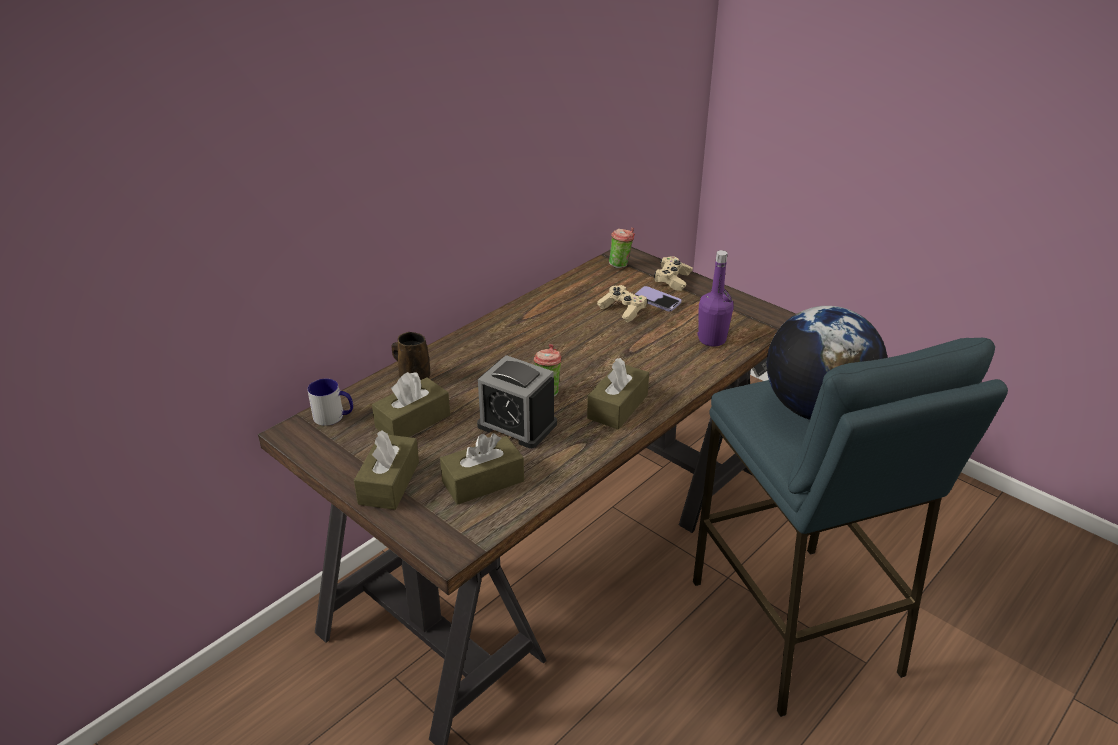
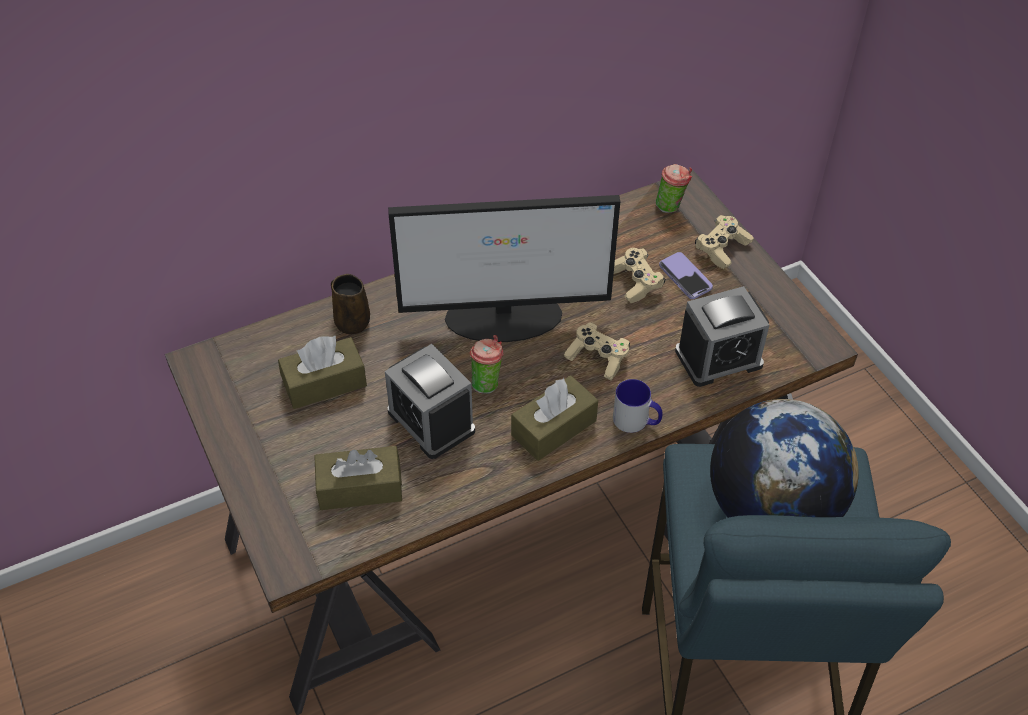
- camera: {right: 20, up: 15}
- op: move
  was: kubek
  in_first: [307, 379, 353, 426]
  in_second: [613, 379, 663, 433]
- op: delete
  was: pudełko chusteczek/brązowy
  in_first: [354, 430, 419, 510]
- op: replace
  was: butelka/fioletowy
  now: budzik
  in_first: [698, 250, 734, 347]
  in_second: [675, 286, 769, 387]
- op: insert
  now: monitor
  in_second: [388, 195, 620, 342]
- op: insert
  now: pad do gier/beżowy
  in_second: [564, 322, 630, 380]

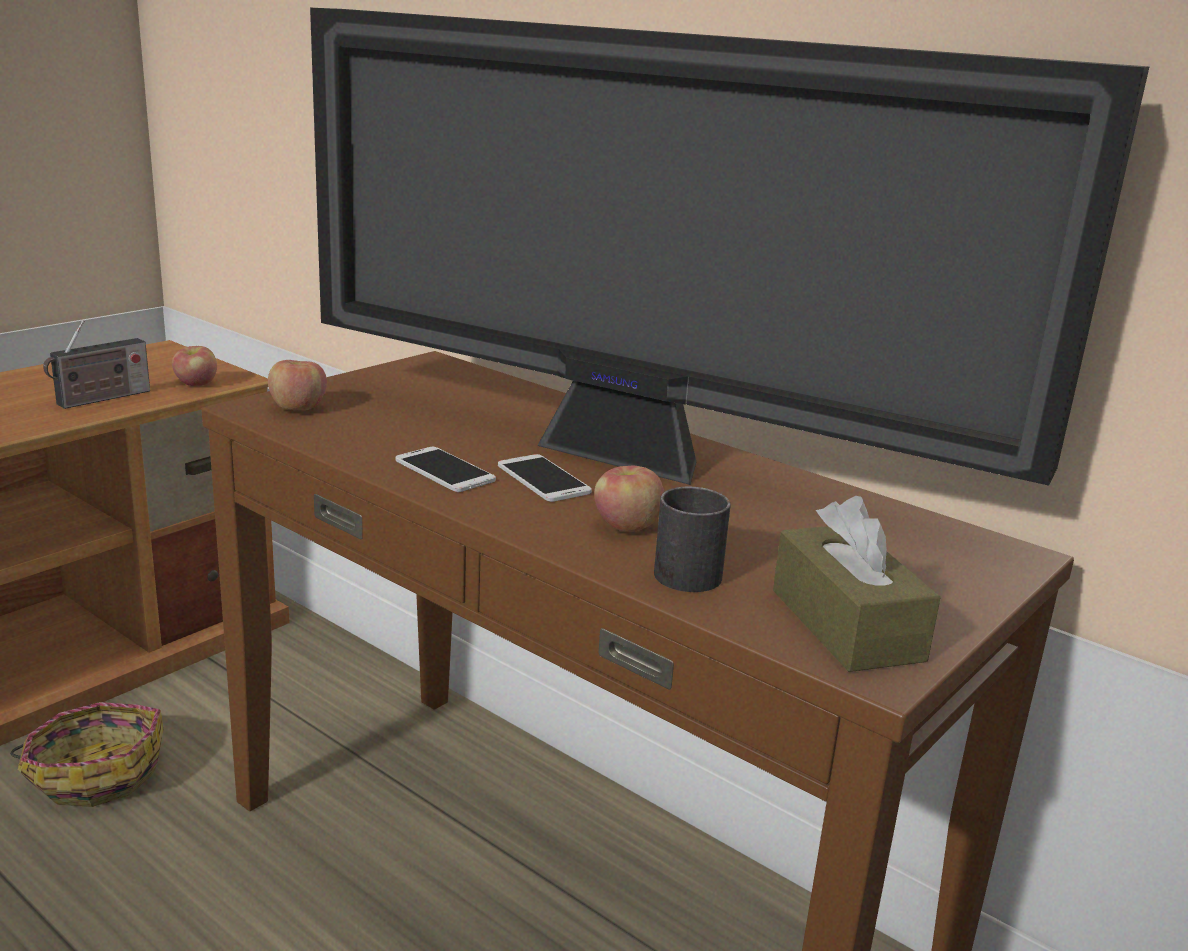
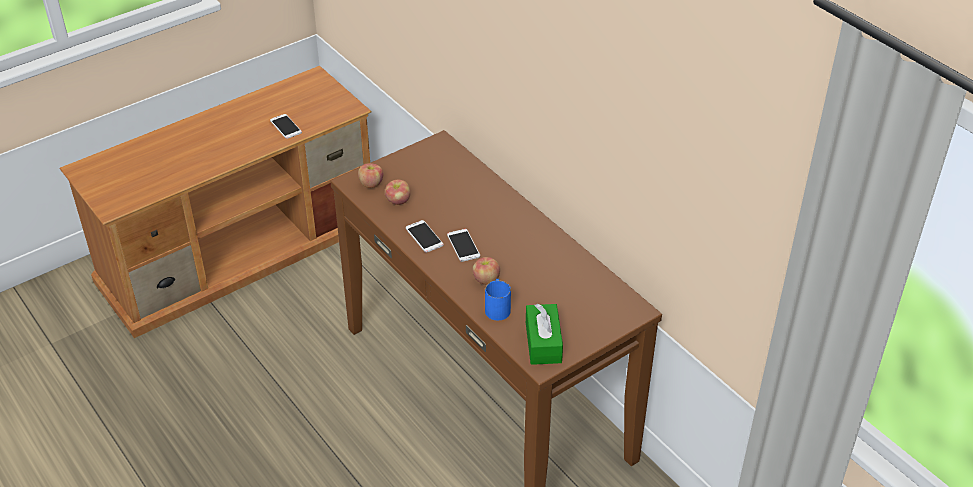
- camera: {right: 15, up: 20}
- op: delete
  was: koszyk
  in_first: [10, 702, 163, 807]
- op: replace
  was: radio
  now: telefon
  in_first: [43, 320, 150, 409]
  in_second: [270, 114, 302, 139]
- op: move
  was: jabłko
  in_first: [172, 346, 217, 386]
  in_second: [385, 180, 411, 205]
- op: delete
  was: telewizor
  in_first: [310, 8, 1150, 486]
- op: recolor
  was: kubek/czarny
  now: kubek/niebieski
  in_first: [654, 486, 731, 592]
  in_second: [485, 279, 511, 320]
- op: recolor
  was: pudełko chusteczek/brązowy
  now: pudełko chusteczek/zielony
  in_first: [773, 496, 941, 672]
  in_second: [526, 304, 563, 365]

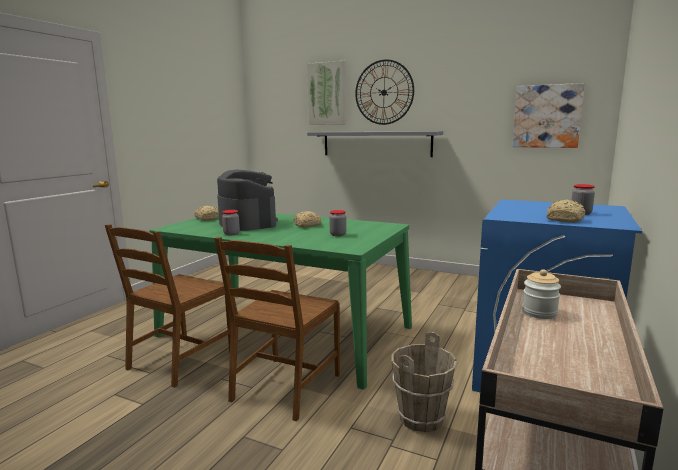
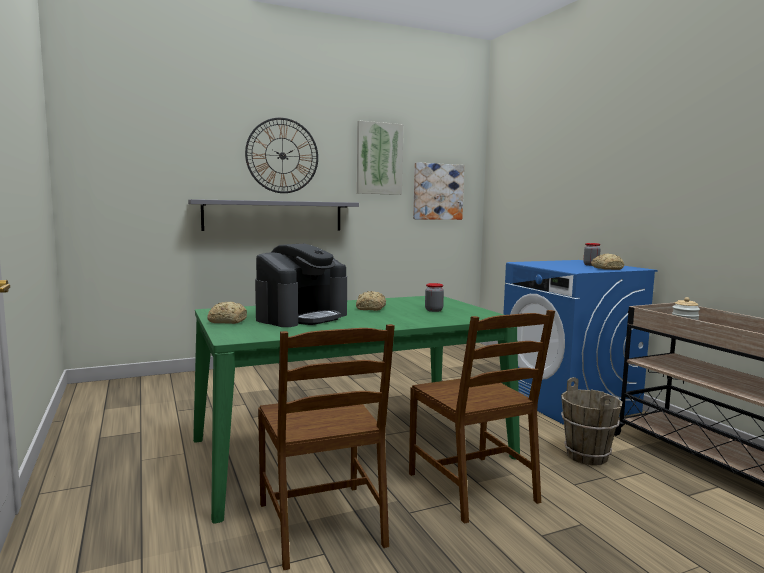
- camera: {right: -50, up: -5}
- op: rotate
  was: ekspres do kawy
  in_first: [217, 169, 278, 231]
  in_second: [255, 244, 347, 327]
  clockwise: 120
- op: delete
  was: słoik
  in_first: [222, 210, 240, 235]
- op: move
  was: obraz
  in_first: [307, 61, 346, 125]
  in_second: [357, 121, 403, 195]

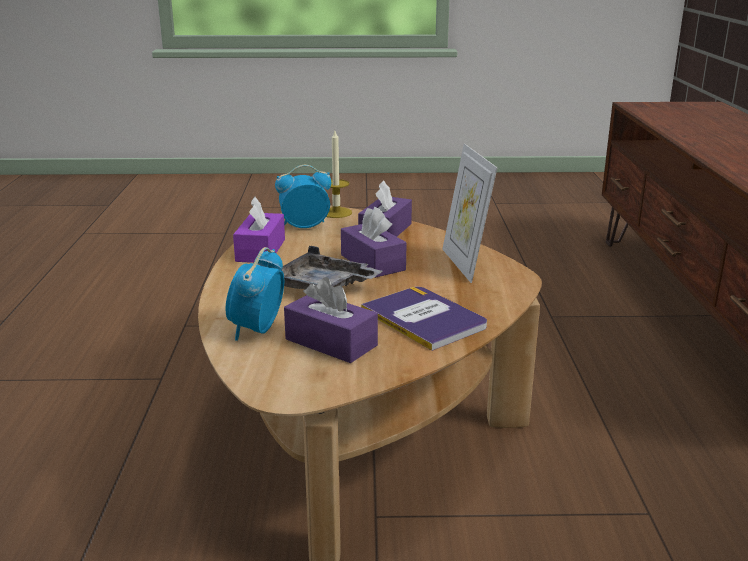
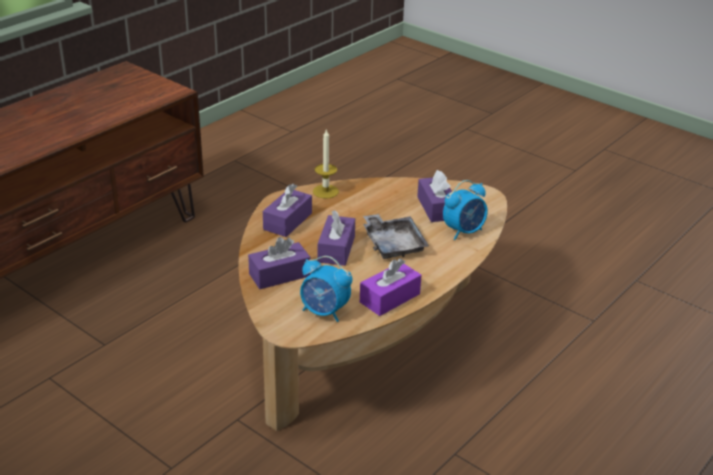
- camera: {right: -140, up: 10}
- op: move
  was: świeca
  in_first: [326, 131, 352, 218]
  in_second: [313, 128, 339, 199]
- op: delete
  was: książka
  in_first: [361, 287, 487, 351]
- op: replace
  was: ramka na zdjęcie
  now: pudełko chusteczek/fioletowy
  in_first: [442, 144, 497, 283]
  in_second: [263, 184, 312, 237]

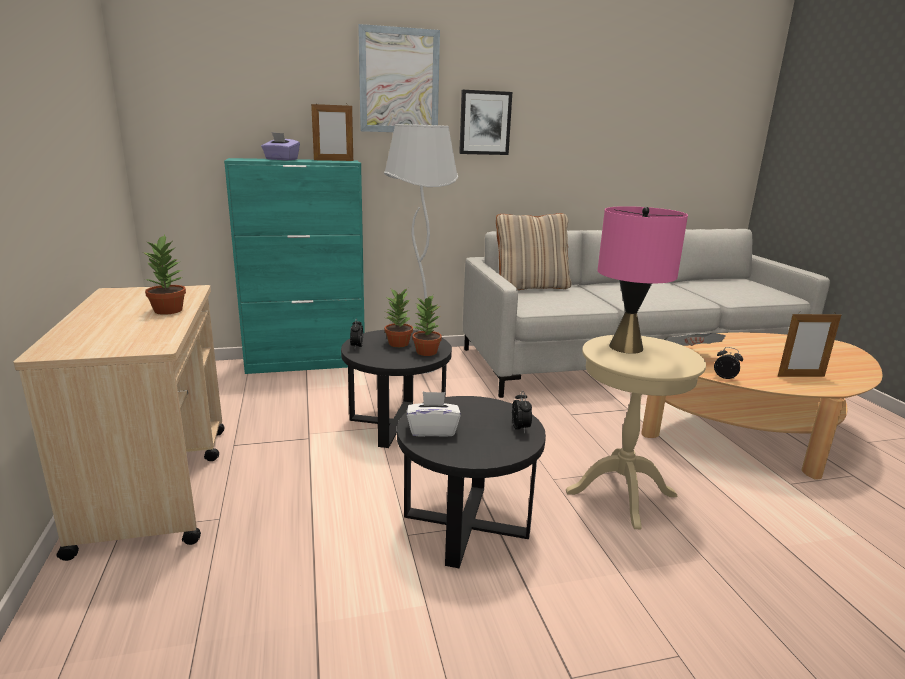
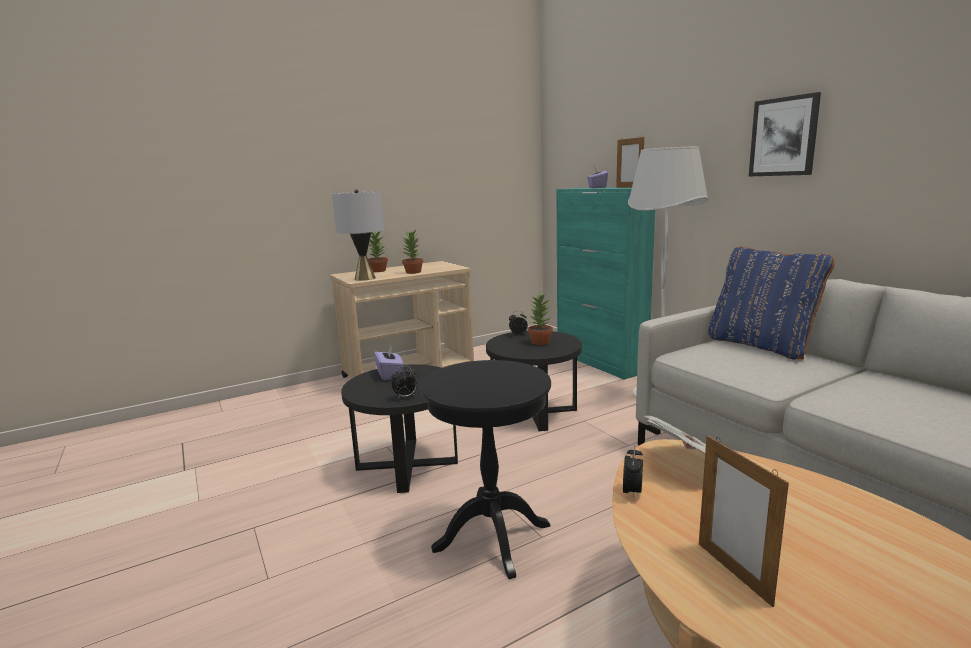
- camera: {right: 75, up: -5}
- op: delete
  was: obraz
  in_first: [358, 24, 440, 132]
- op: recolor
  was: pudełko chusteczek/biały
  now: pudełko chusteczek/fioletowy
  in_first: [407, 392, 461, 437]
  in_second: [374, 344, 403, 380]
- op: move
  was: roślina doniczkowa
  in_first: [412, 295, 442, 356]
  in_second: [368, 231, 388, 272]
- op: recolor
  was: poduszka/beżowy
  now: poduszka/niebieski
  in_first: [496, 213, 571, 290]
  in_second: [708, 246, 835, 360]
- op: recolor
  was: stolik/beżowy
  now: stolik/czarny
  in_first: [566, 335, 706, 529]
  in_second: [420, 360, 551, 579]
- op: delete
  was: lampa stołowa/różowy
  in_first: [598, 206, 688, 354]
- op: insert
  now: lampa stołowa/szary
  in_second: [332, 189, 384, 281]

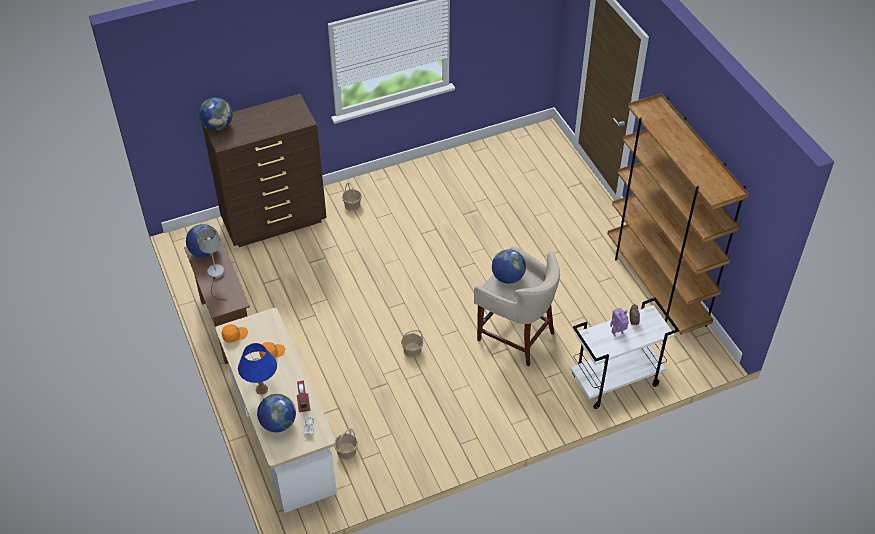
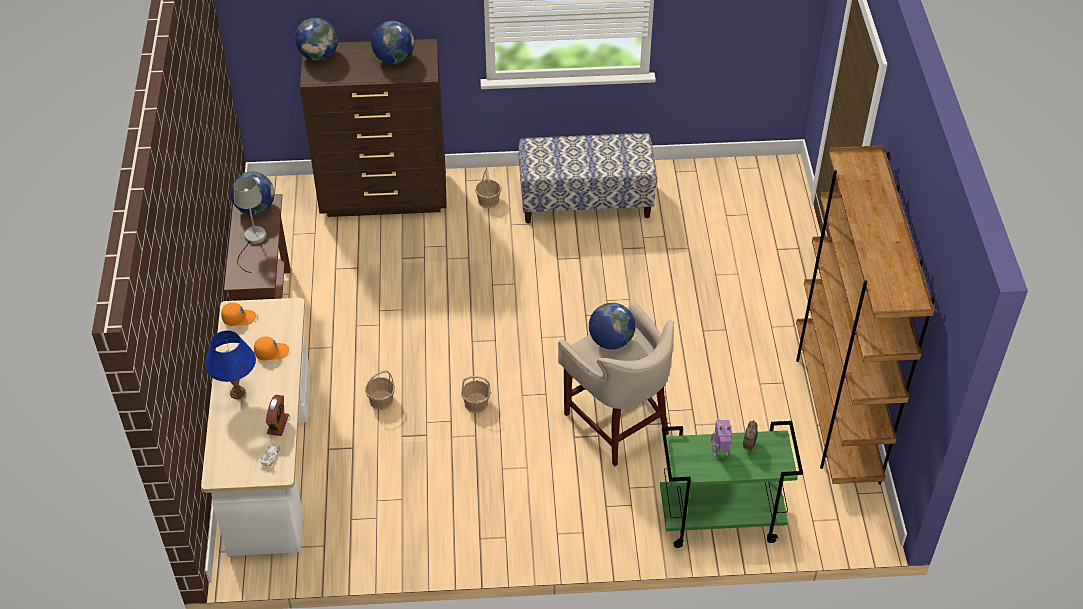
- camera: {right: 20, up: 0}
- op: move
  was: globus
  in_first: [257, 394, 296, 432]
  in_second: [371, 21, 414, 64]
- op: move
  was: koszyk
  in_first: [334, 428, 358, 460]
  in_second: [365, 370, 395, 410]
- op: recolor
  was: wózek/biały
  now: wózek/zielony
  in_first: [570, 297, 679, 409]
  in_second: [660, 421, 803, 548]
- op: insert
  now: ławka
  in_second: [519, 133, 657, 223]

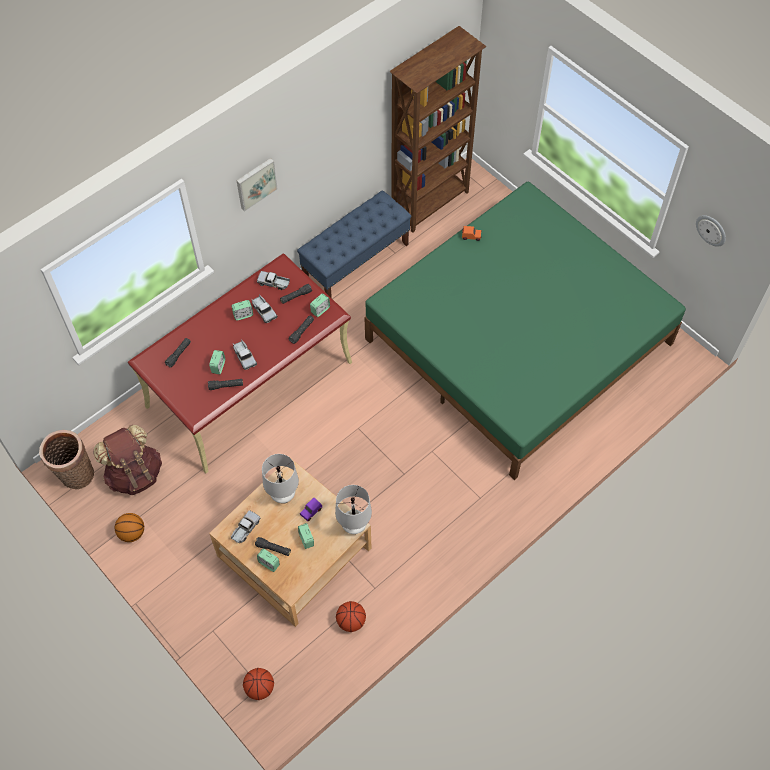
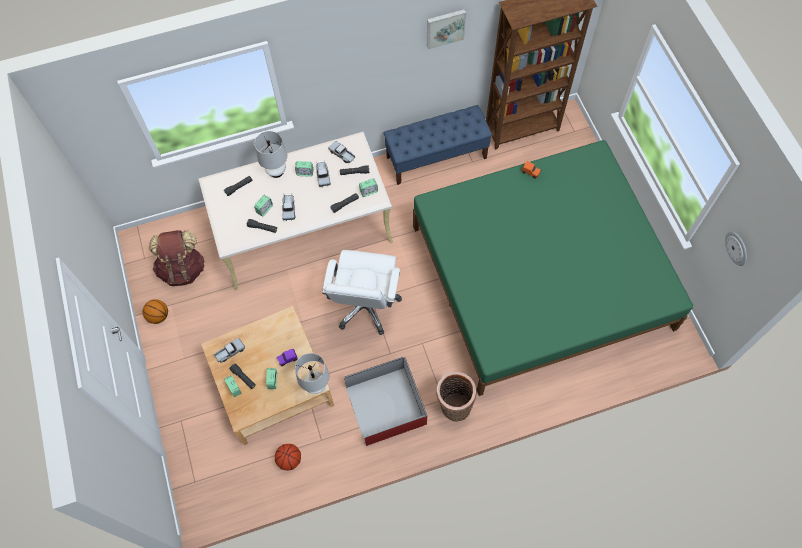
- camera: {right: 25, up: 5}
- op: move
  was: koszyk
  in_first: [39, 430, 94, 489]
  in_second: [436, 372, 477, 422]
- op: recolor
  was: biurko/czerwony
  now: biurko/beżowy
  in_first: [128, 253, 352, 473]
  in_second: [199, 132, 393, 290]
- op: move
  was: obraz
  in_first: [236, 158, 278, 211]
  in_second: [427, 9, 466, 50]
- op: delete
  was: piłka do koszykówki
  in_first: [243, 668, 274, 700]
- op: move
  was: lampa stołowa/biały
  in_first: [262, 454, 299, 504]
  in_second: [254, 131, 287, 178]
- op: insert
  now: krzesło biurowe/biały
  in_second: [322, 250, 402, 335]
- op: insert
  now: pojemnik do przechowywania/czerwony
  in_second: [344, 357, 427, 446]

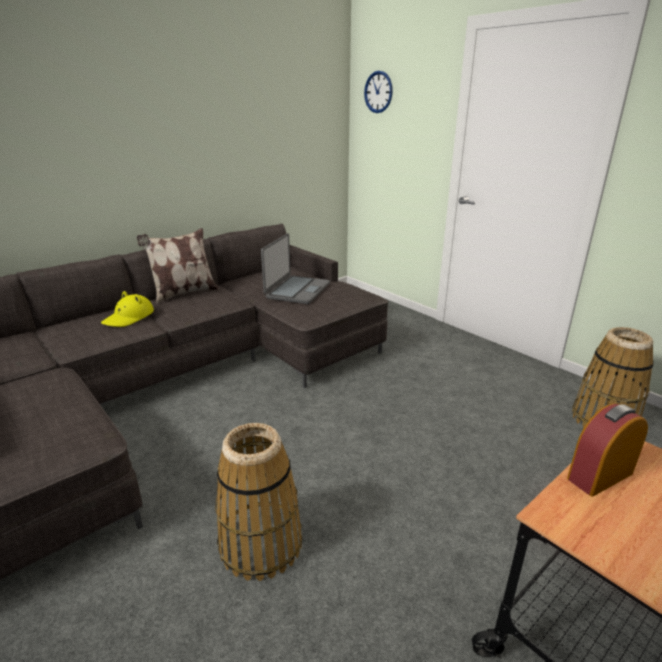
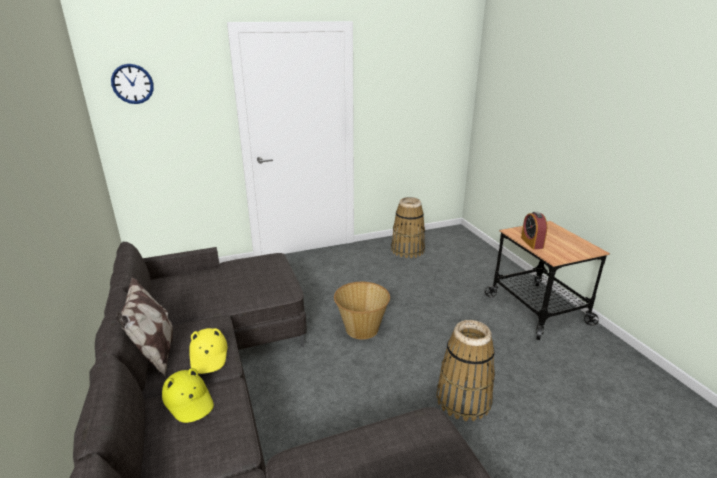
- camera: {right: -70, up: 0}
- op: delete
  was: laptop
  in_first: [261, 233, 330, 304]
- op: insert
  now: kapelusz/żółty
  in_second: [189, 328, 227, 374]
- op: insert
  now: koszyk
  in_second: [334, 282, 390, 339]

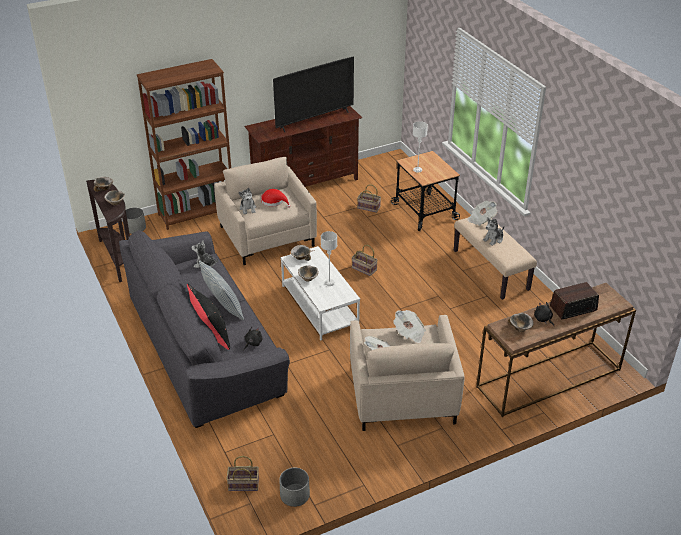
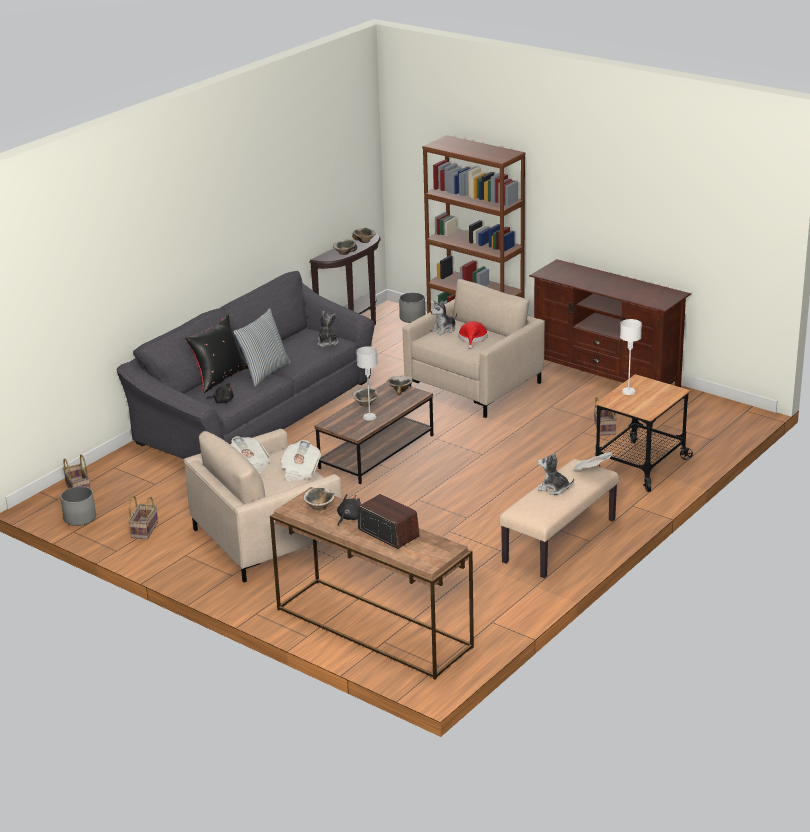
- camera: {right: 65, up: -10}
- op: delete
  was: telewizor
  in_first: [273, 56, 354, 132]
- op: recolor
  was: ława/biały
  now: ława/brązowy
  in_first: [280, 246, 360, 340]
  in_second: [315, 382, 433, 484]
- op: move
  was: koszyk
  in_first: [352, 245, 378, 276]
  in_second: [128, 495, 158, 539]

